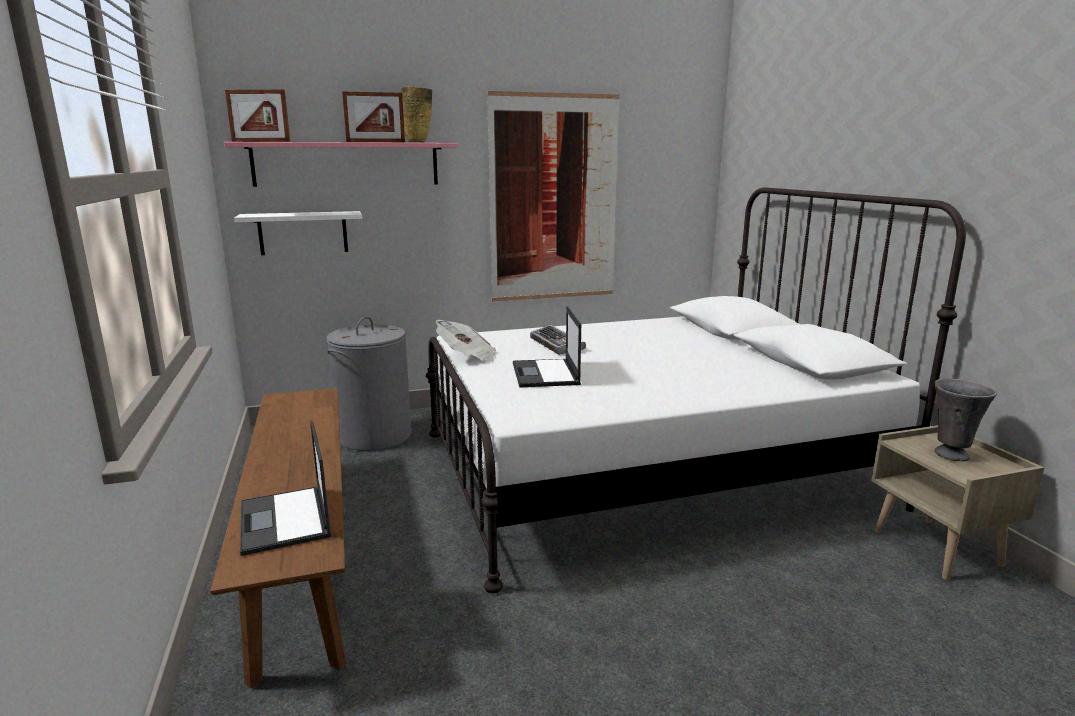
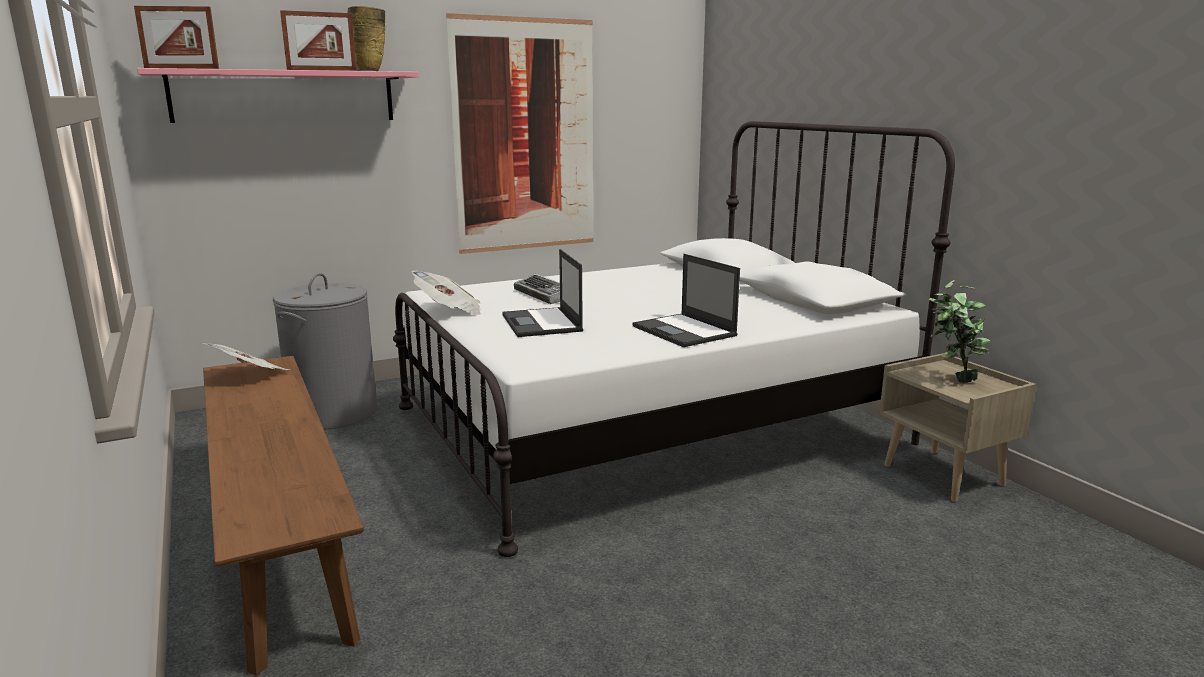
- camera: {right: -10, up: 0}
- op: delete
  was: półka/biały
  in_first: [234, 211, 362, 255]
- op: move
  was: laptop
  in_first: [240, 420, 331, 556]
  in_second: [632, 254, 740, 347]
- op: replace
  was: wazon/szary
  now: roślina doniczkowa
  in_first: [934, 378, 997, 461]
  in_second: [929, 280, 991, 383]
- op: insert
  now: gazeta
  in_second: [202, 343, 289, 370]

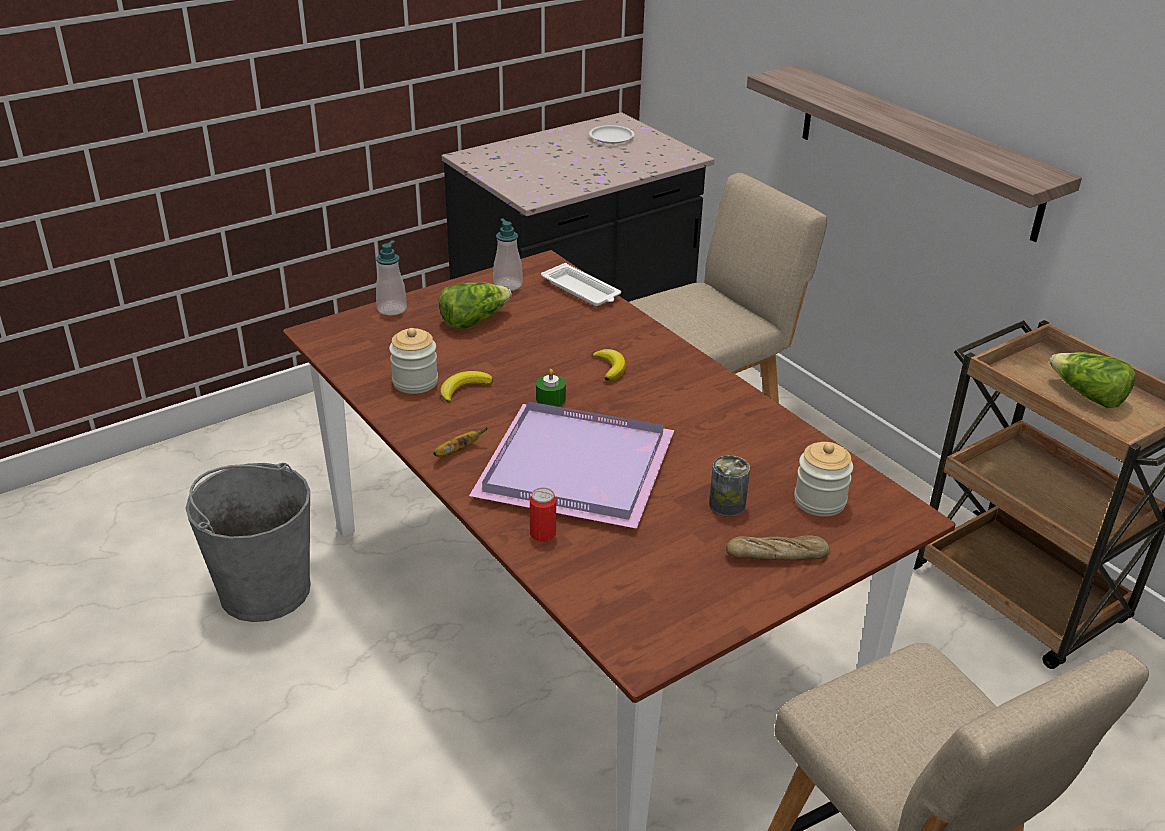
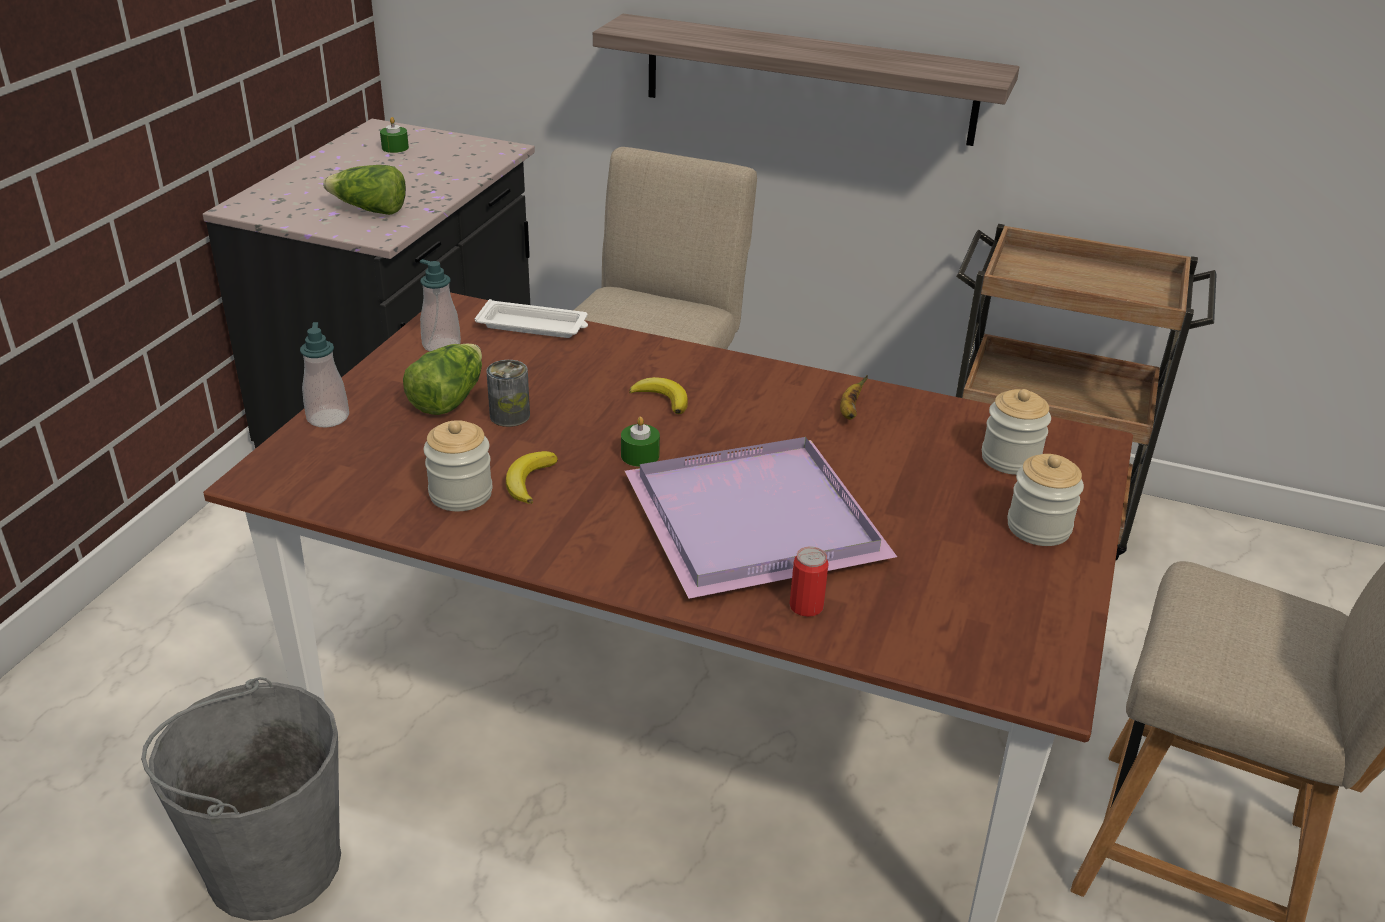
- camera: {right: -35, up: 0}
- op: move
  was: banan
  in_first: [433, 427, 487, 458]
  in_second: [840, 376, 868, 420]
- op: replace
  was: talerz/biały
  now: świeca/zielony
  in_first: [589, 125, 634, 144]
  in_second: [380, 117, 409, 153]
- op: move
  was: puszka
  in_first: [709, 455, 750, 517]
  in_second: [486, 360, 530, 427]
- op: replace
  was: chleb
  now: słoik
  in_first: [726, 536, 830, 560]
  in_second: [1008, 454, 1084, 546]
- op: move
  was: sałata
  in_first: [1050, 352, 1135, 408]
  in_second: [323, 165, 406, 215]

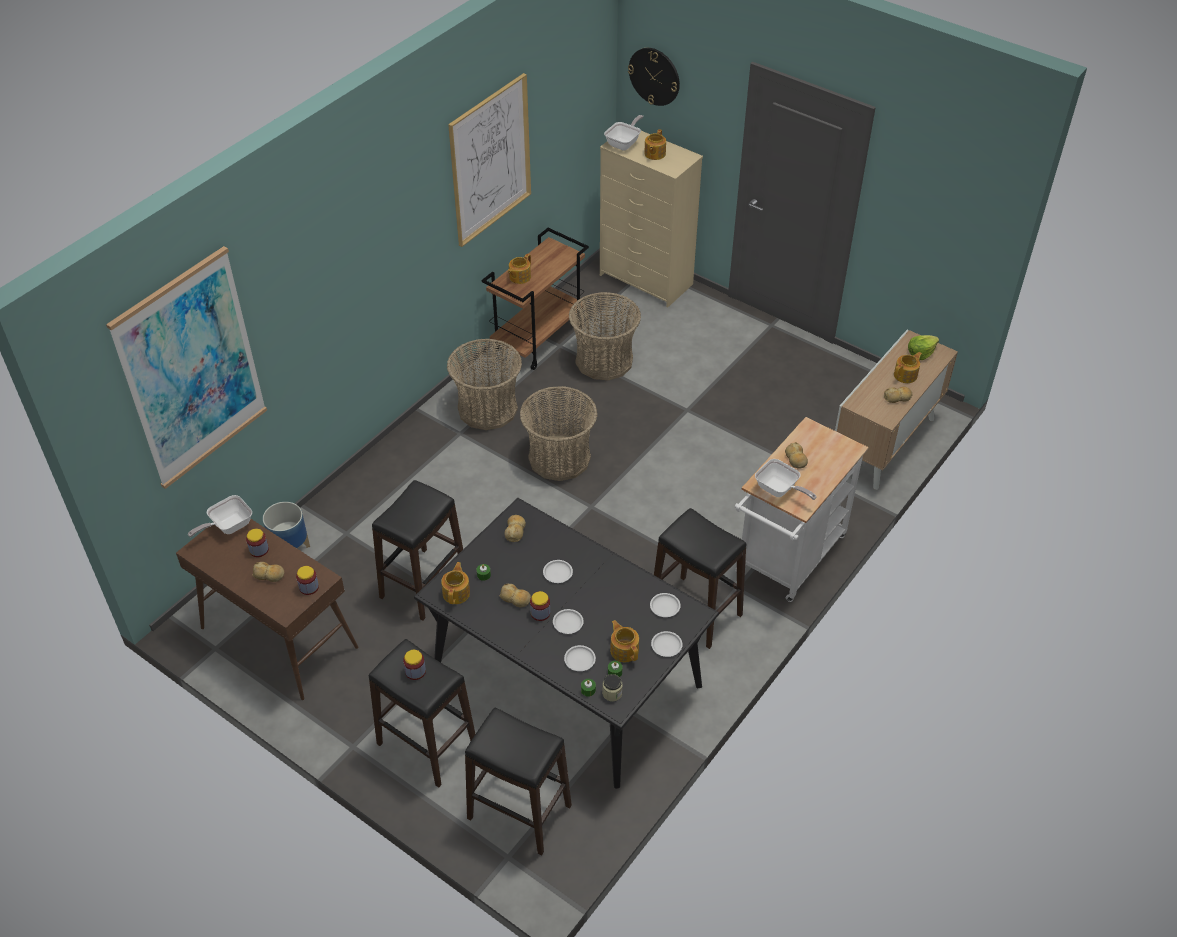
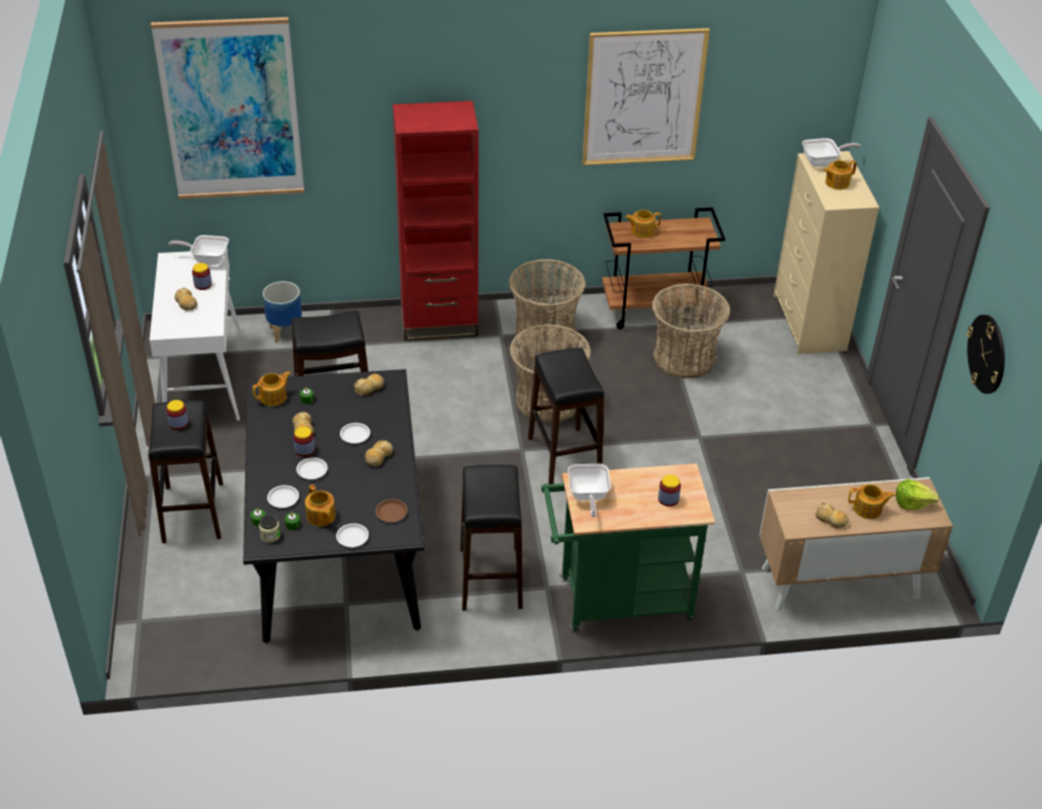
- camera: {right: 45, up: -5}
- op: recolor
  was: stolik konsolowy/brązowy
  now: stolik konsolowy/biały
  in_first: [176, 519, 358, 700]
  in_second: [149, 249, 242, 421]
- op: move
  was: słoik
  in_first: [296, 566, 319, 595]
  in_second: [658, 475, 681, 507]
- op: move
  was: stołek/czarny
  in_first: [465, 707, 572, 855]
  in_second: [528, 347, 604, 485]
- op: rotate
  was: imbryk
  in_first: [610, 620, 639, 662]
  in_second: [305, 484, 336, 526]
  clockwise: 135
- op: move
  was: zegar ścienny
  in_first: [628, 48, 680, 106]
  in_second: [967, 315, 1005, 394]
- op: recolor
  was: talerz/biały
  now: talerz/brązowy
  in_first: [650, 593, 681, 617]
  in_second: [376, 499, 407, 522]
- op: recolor
  was: wózek/biały
  now: wózek/zielony
  in_first: [735, 417, 869, 602]
  in_second: [541, 463, 715, 631]
- op: move
  was: chleb
  in_first: [785, 442, 808, 468]
  in_second: [365, 440, 393, 467]
- op: insert
  now: regał/czerwony
  in_second: [393, 101, 479, 341]

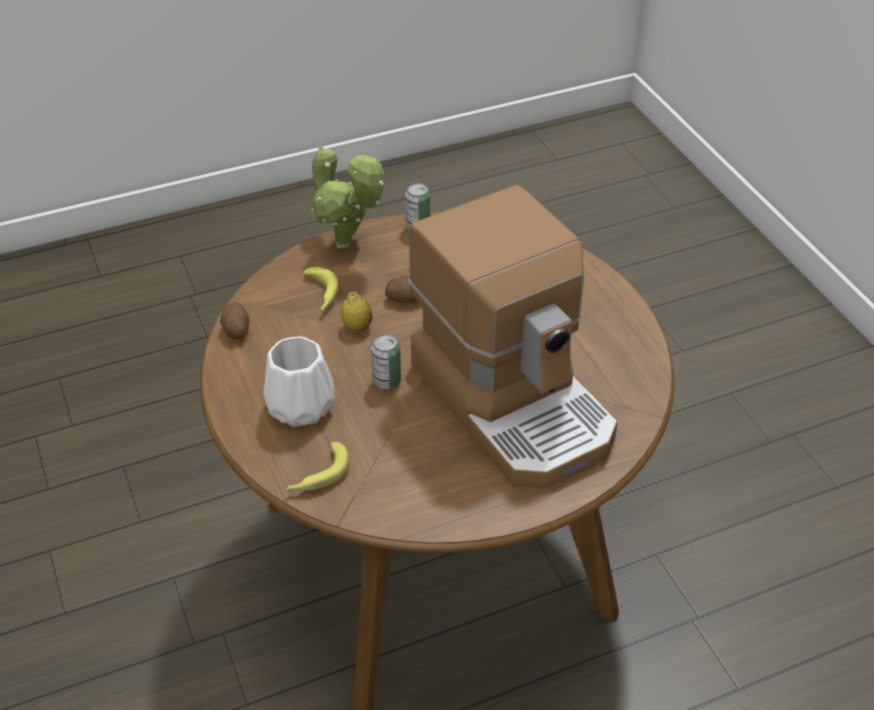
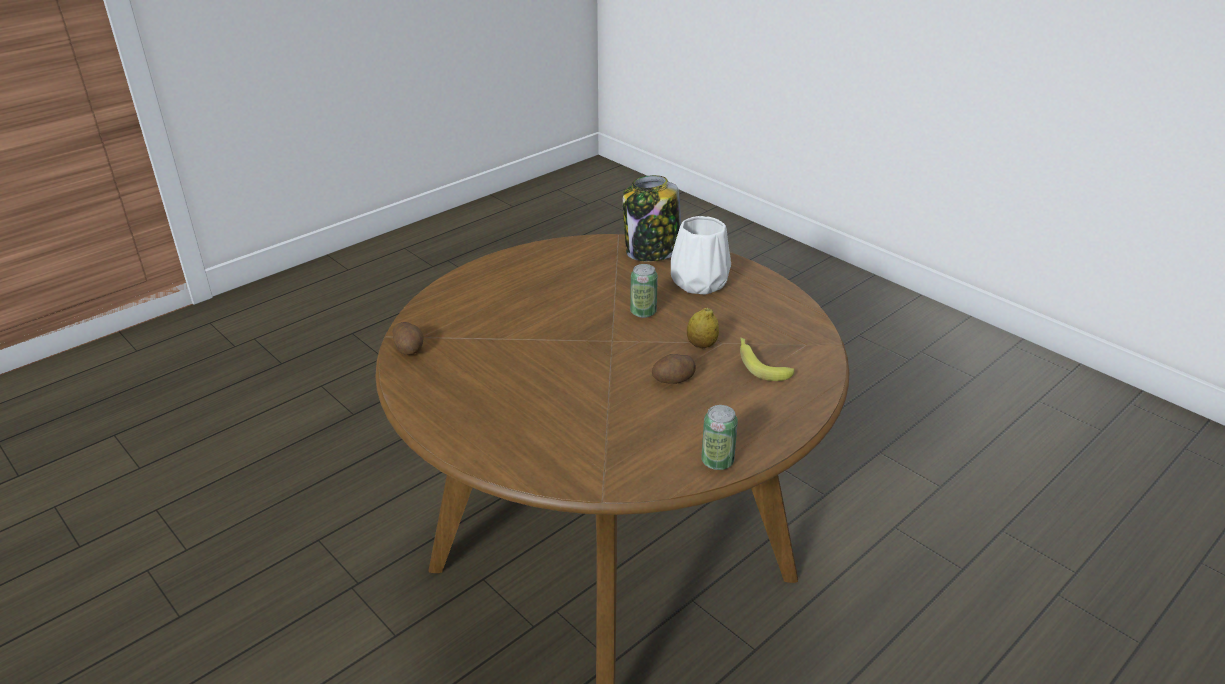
- camera: {right: 160, up: -10}
- op: move
  was: ziemniak
  in_first: [220, 303, 249, 339]
  in_second: [392, 322, 424, 355]
- op: replace
  was: banan
  now: słoik
  in_first: [286, 442, 350, 491]
  in_second: [622, 175, 681, 262]
- op: delete
  was: roślina doniczkowa
  in_first: [311, 146, 384, 248]
- op: delete
  was: ekspres do kawy
  in_first: [408, 185, 618, 488]

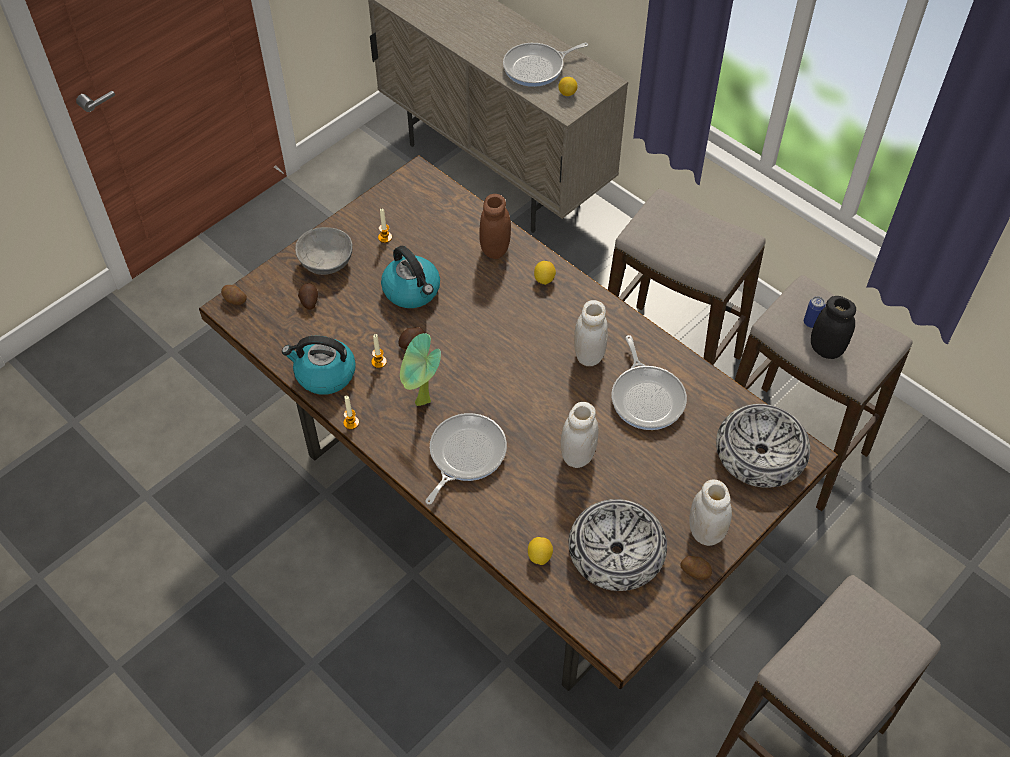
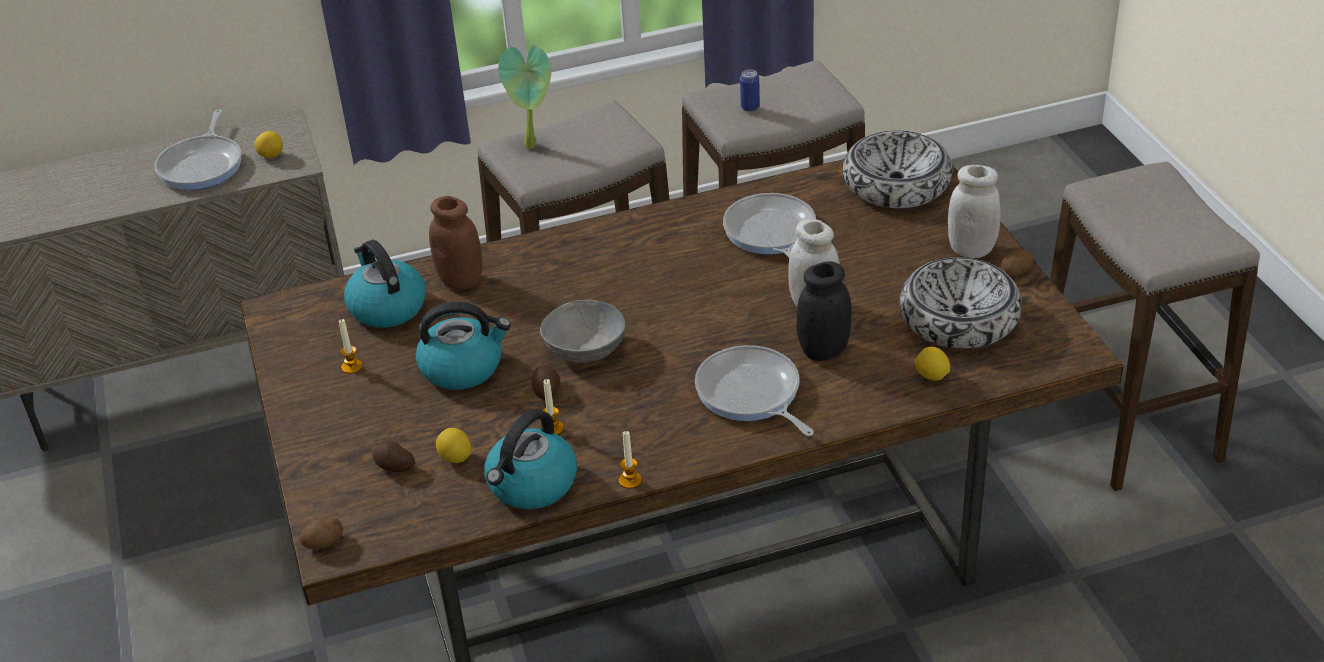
- camera: {right: -60, up: -15}
- op: move
  was: miska/szary
  in_first: [295, 227, 353, 275]
  in_second: [540, 300, 626, 362]
- op: move
  was: roślina doniczkowa
  in_first: [400, 333, 441, 406]
  in_second: [498, 45, 551, 149]
- op: move
  was: cytryna
  in_first: [534, 261, 556, 285]
  in_second: [436, 428, 471, 463]
- op: delete
  was: słoik/biały
  in_first: [574, 300, 608, 366]
- op: rotate
  was: patelnia
  in_first: [612, 335, 687, 430]
  in_second: [723, 193, 816, 258]
  clockwise: -120
- op: move
  was: słoik/czarny
  in_first: [811, 296, 856, 359]
  in_second: [797, 261, 852, 361]
- op: insert
  now: czajnik
  in_second: [344, 240, 426, 328]

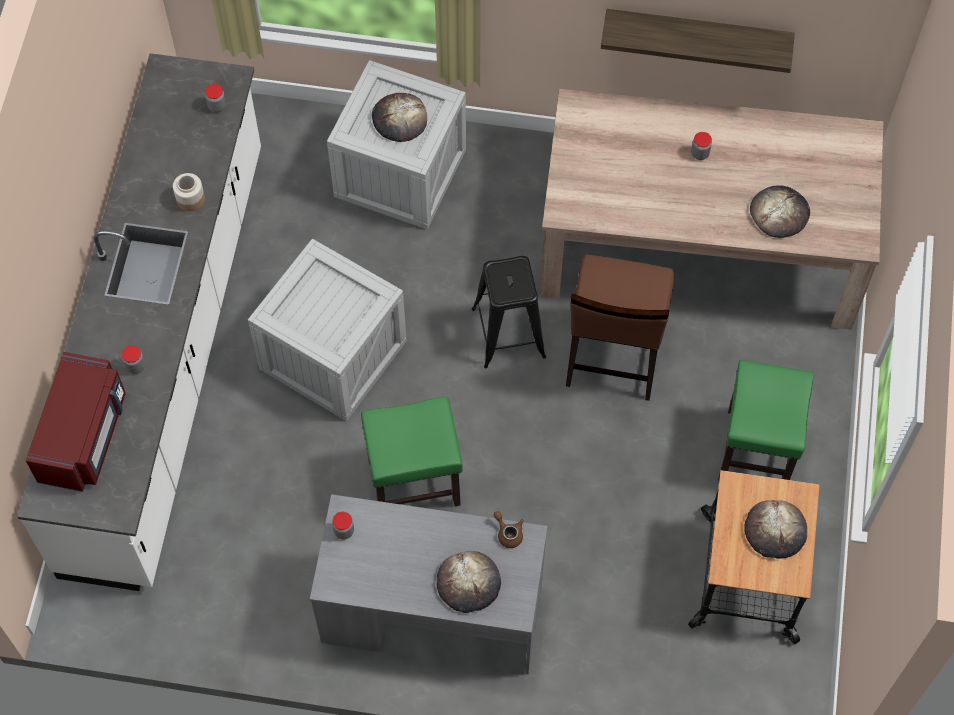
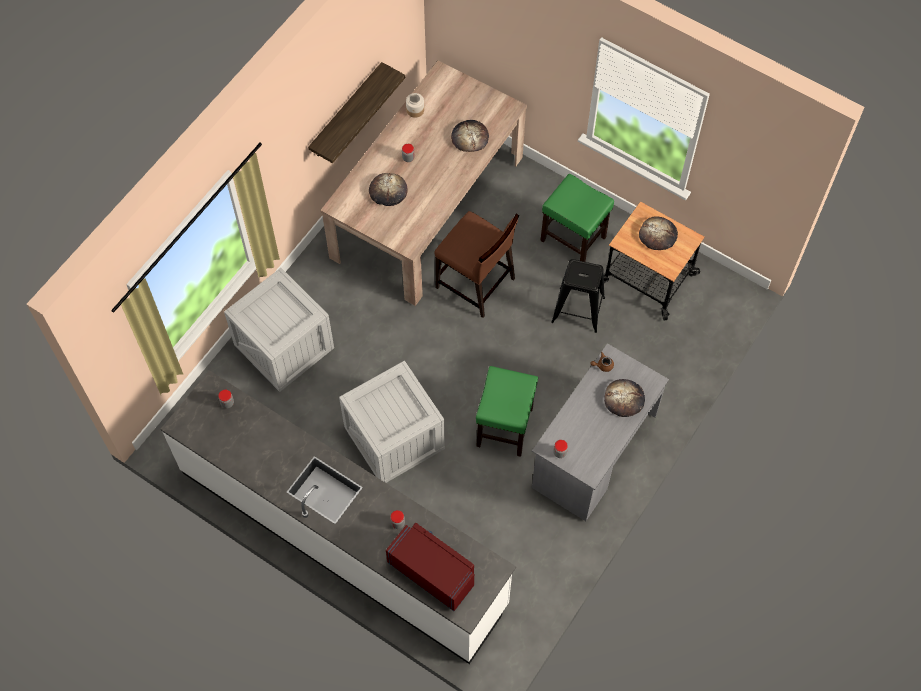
- camera: {right: -65, up: 0}
- op: move
  was: słoik
  in_first: [173, 173, 205, 211]
  in_second: [406, 93, 424, 118]
- op: move
  was: chleb
  in_first: [372, 93, 427, 142]
  in_second: [369, 173, 408, 206]
- op: move
  was: stołek/czarny
  in_first: [472, 256, 546, 368]
  in_second: [551, 259, 605, 333]

